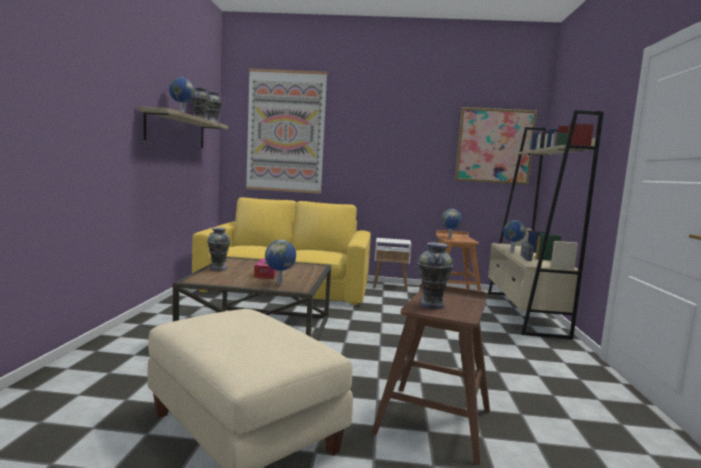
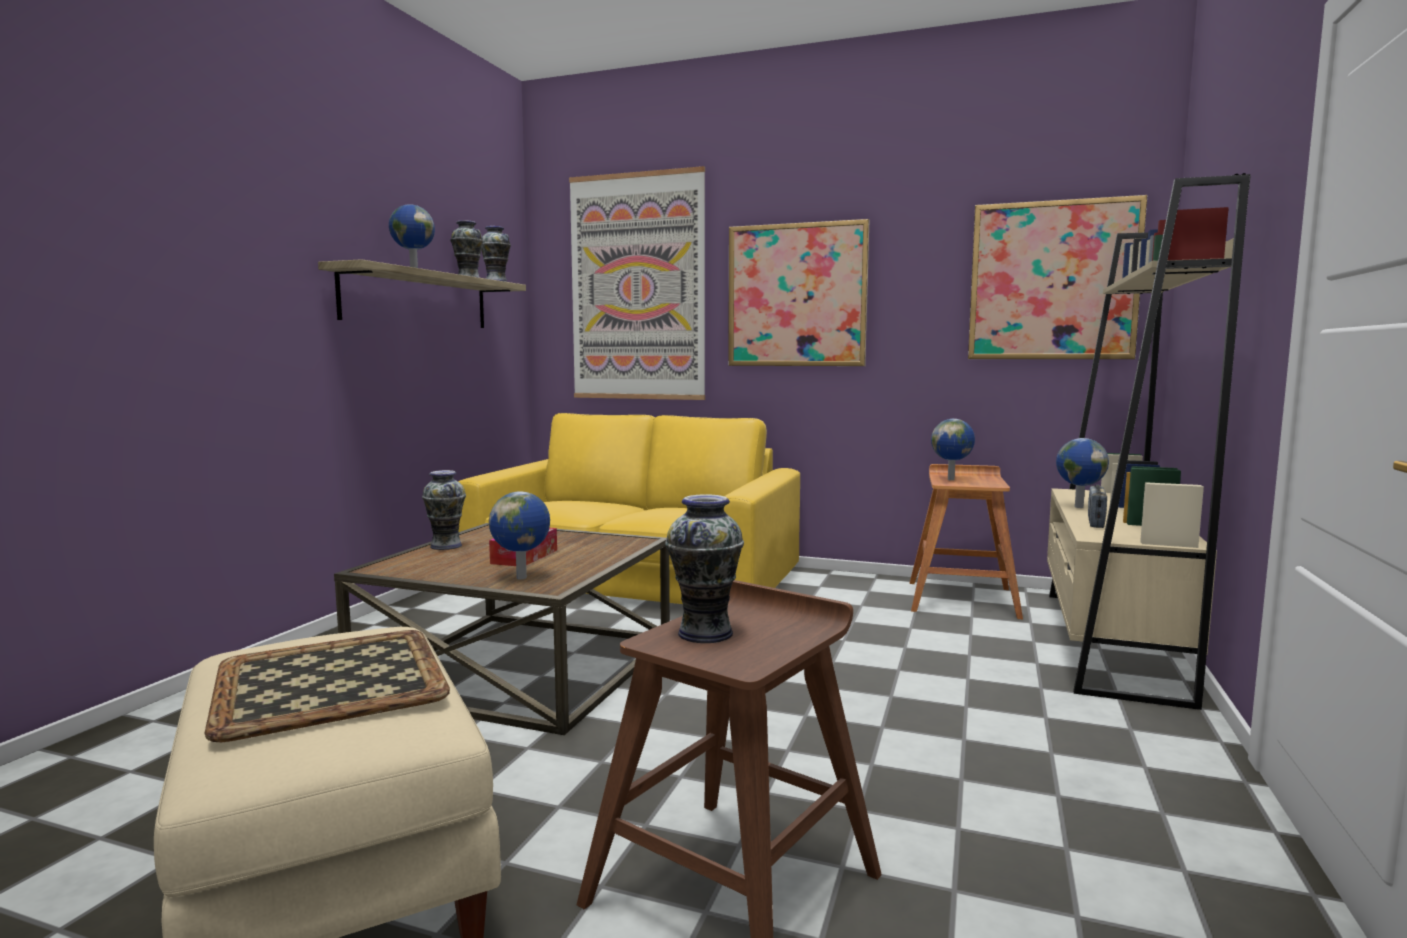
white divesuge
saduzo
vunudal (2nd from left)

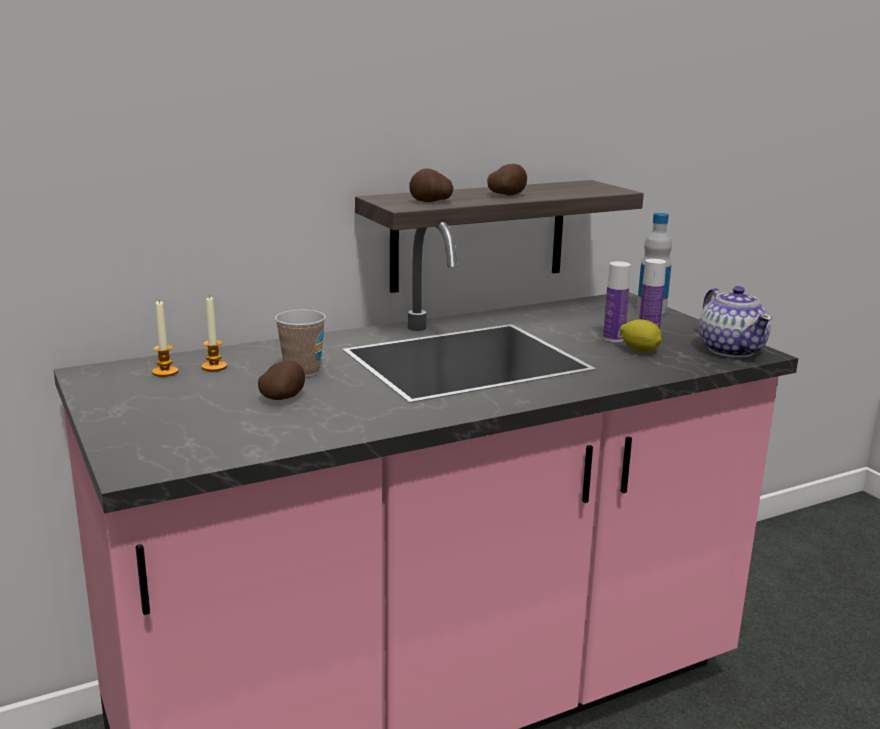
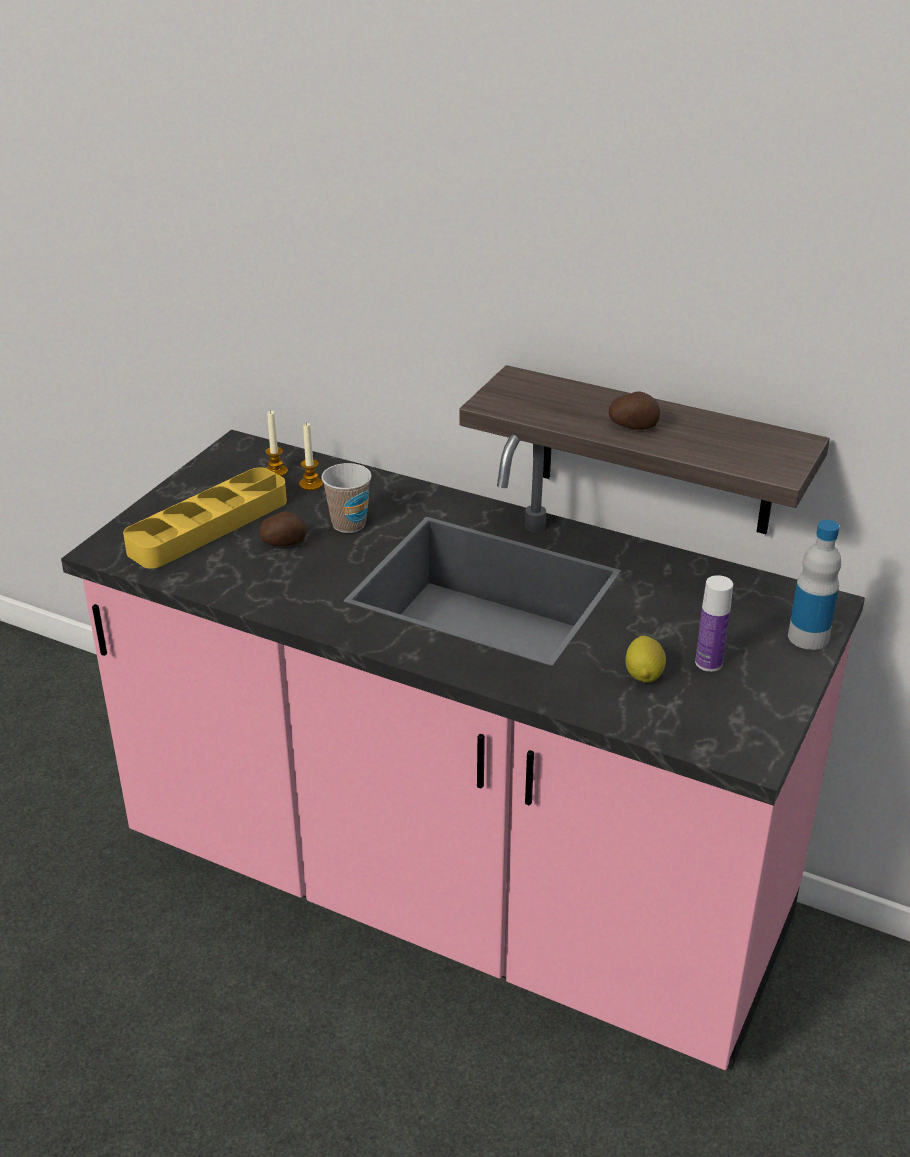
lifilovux (2nd from left in the first image)
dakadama (1st from left in the first image)
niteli
yellow saduzo

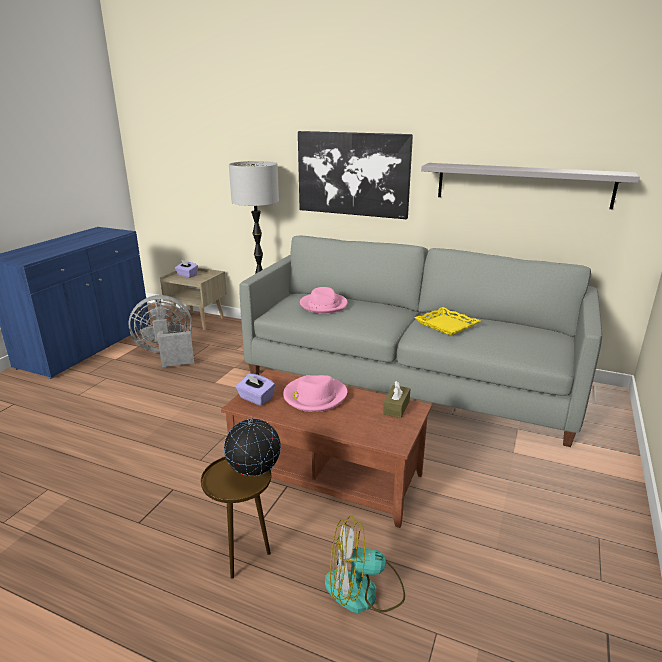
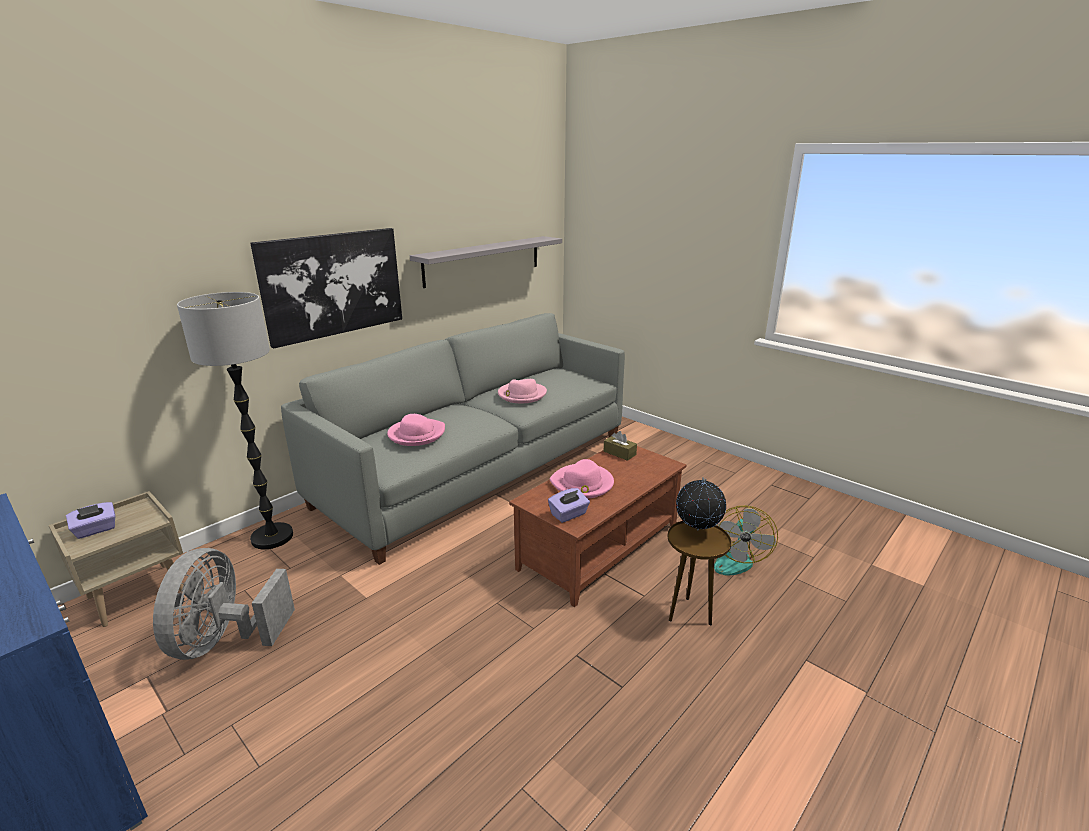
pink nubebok (2nd from left)

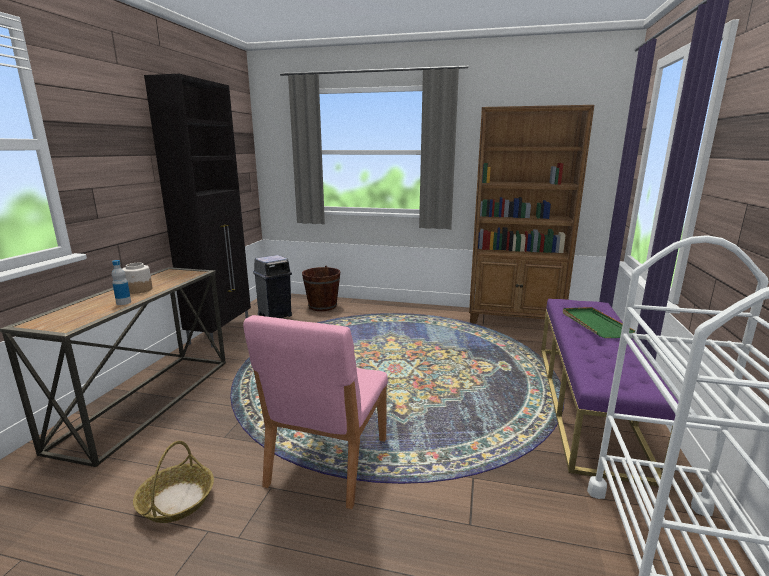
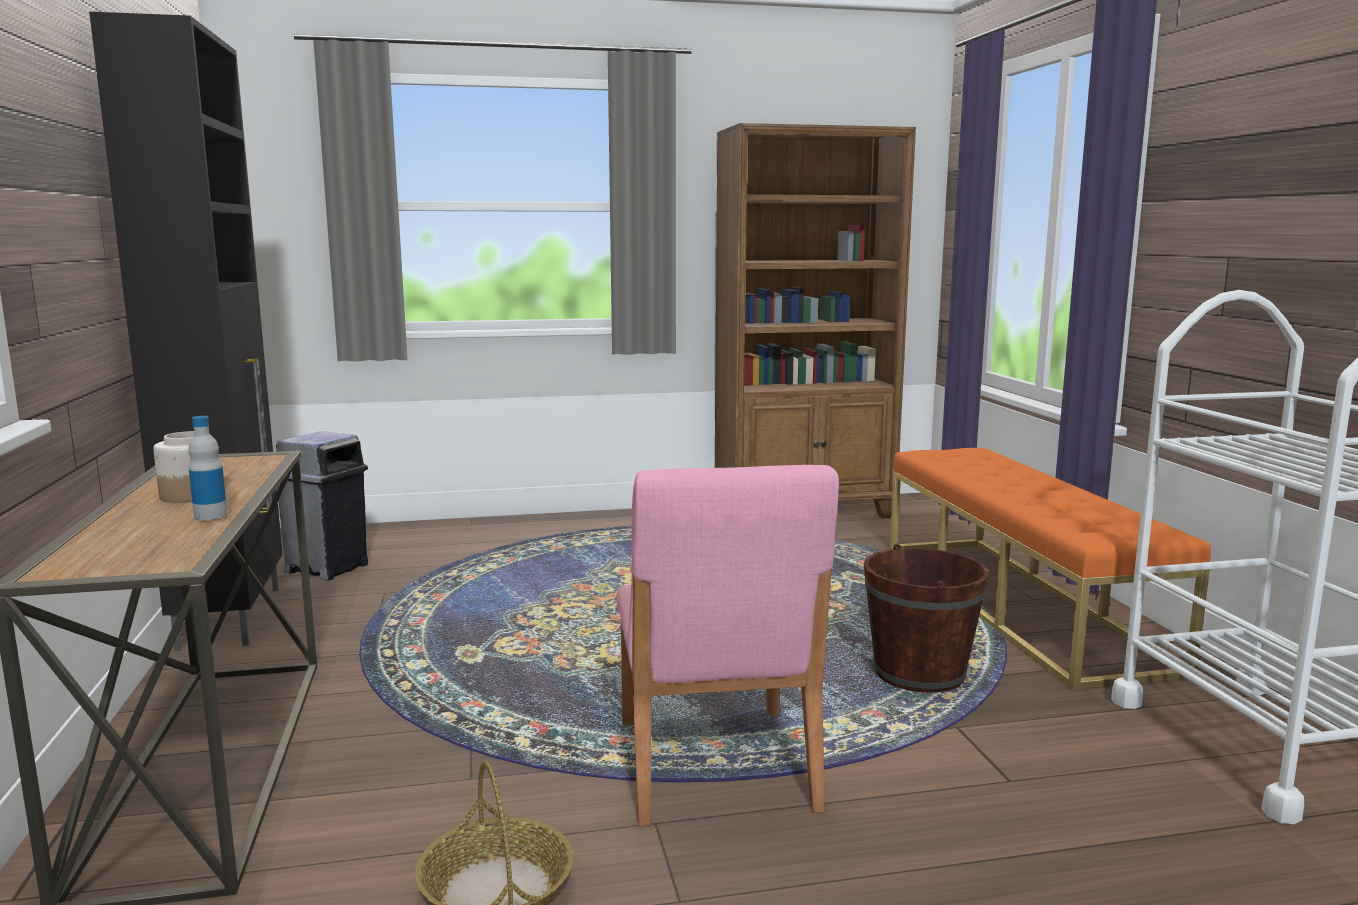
green saduzo
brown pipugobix
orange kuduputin

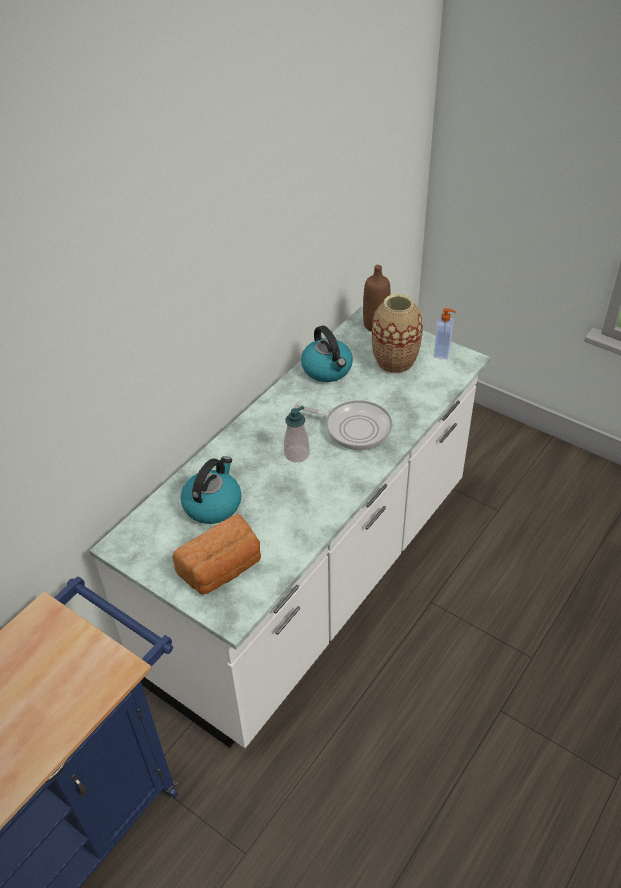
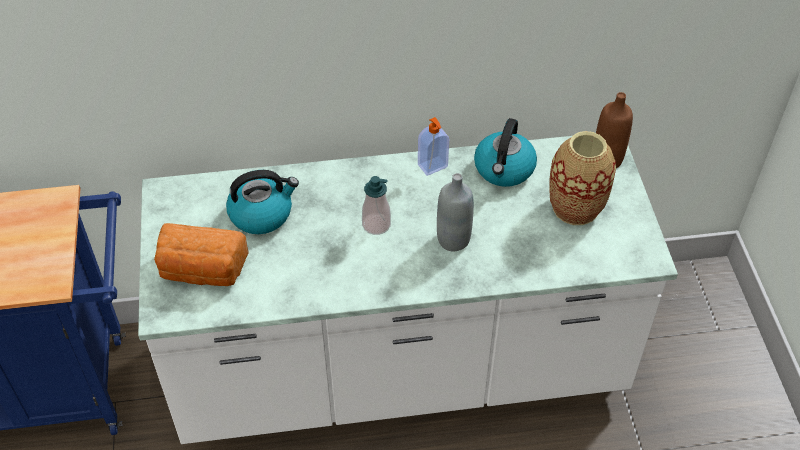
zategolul (2nd from left)
grey dakadama

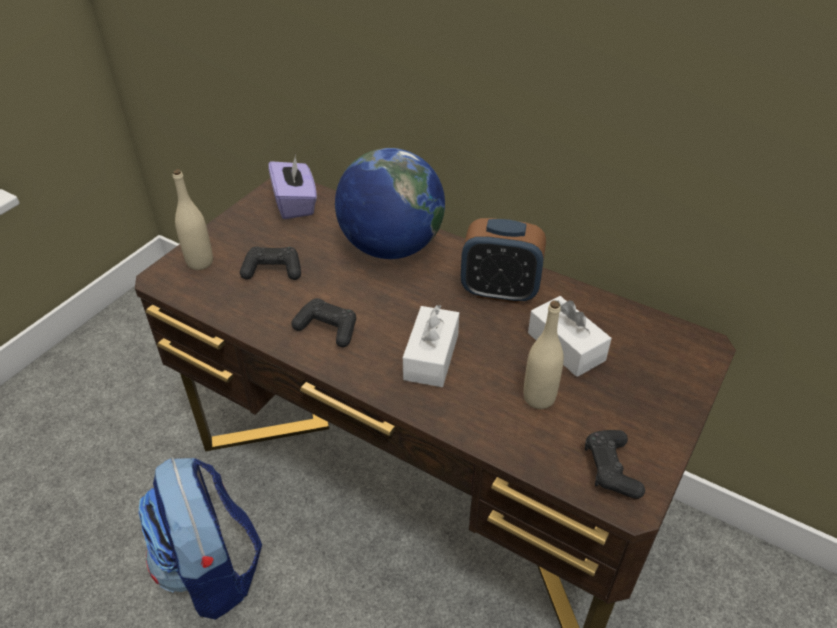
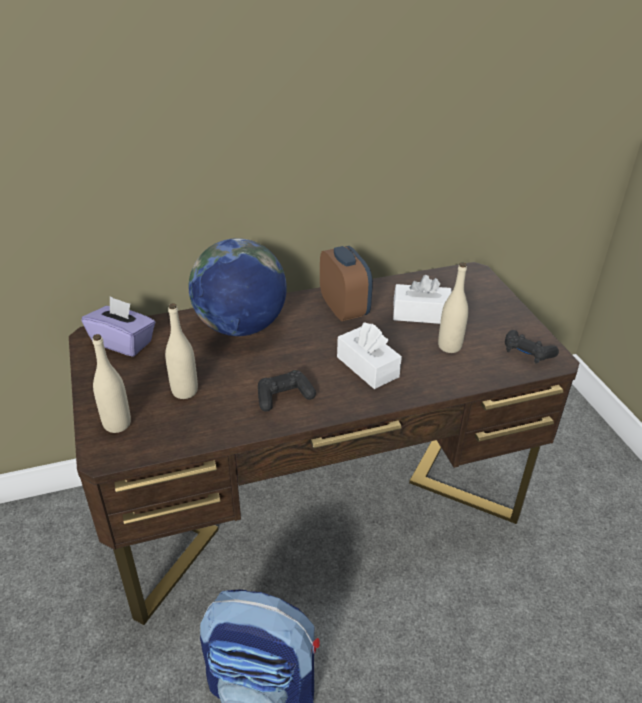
beige dakadama (2nd from left)
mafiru

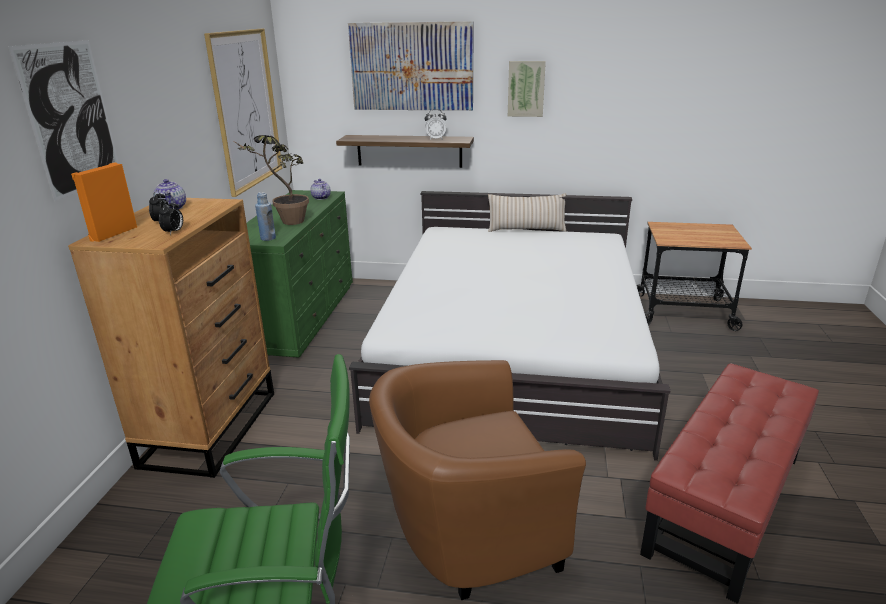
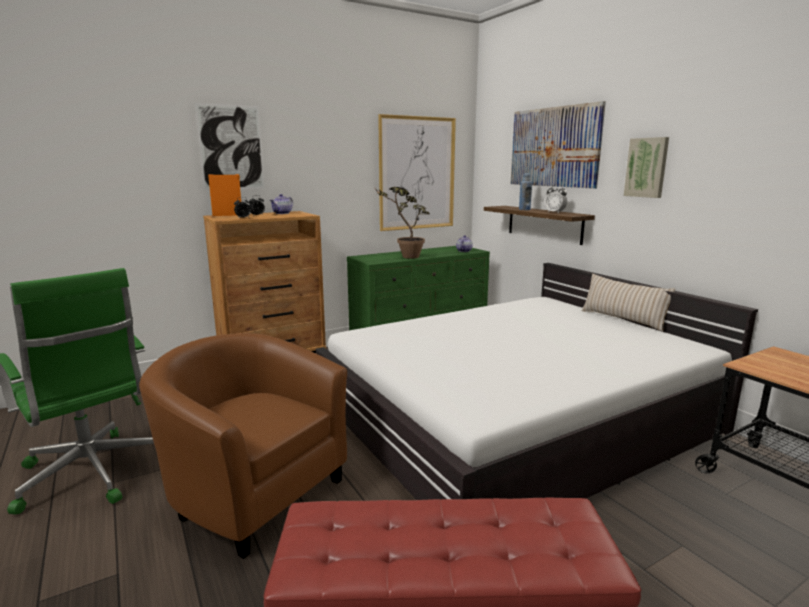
blue dakadama

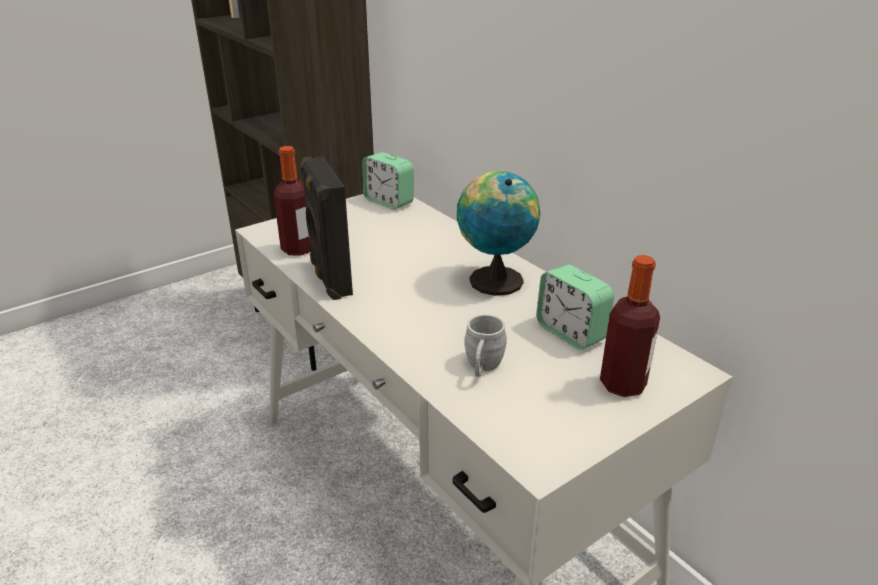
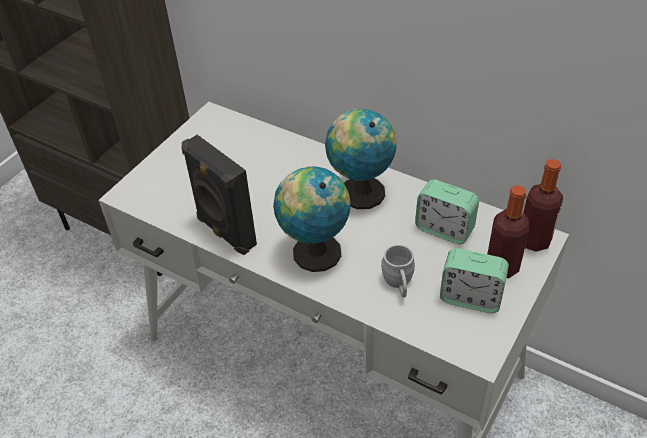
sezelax (1st from left)
dakadama (2nd from left)
mafiru (2nd from left)

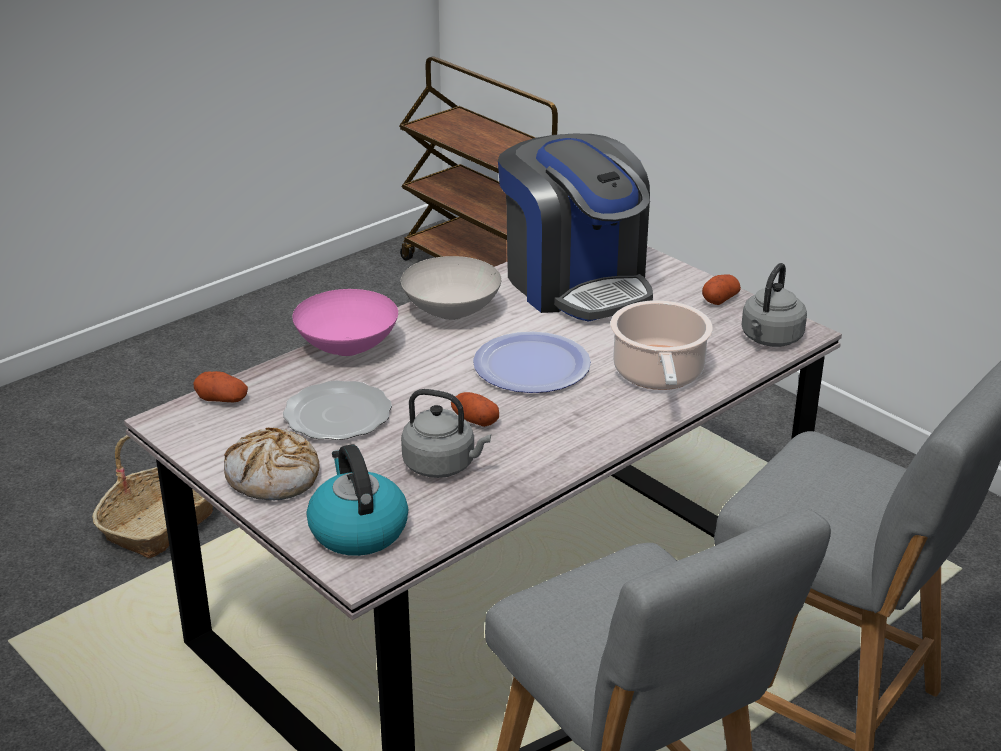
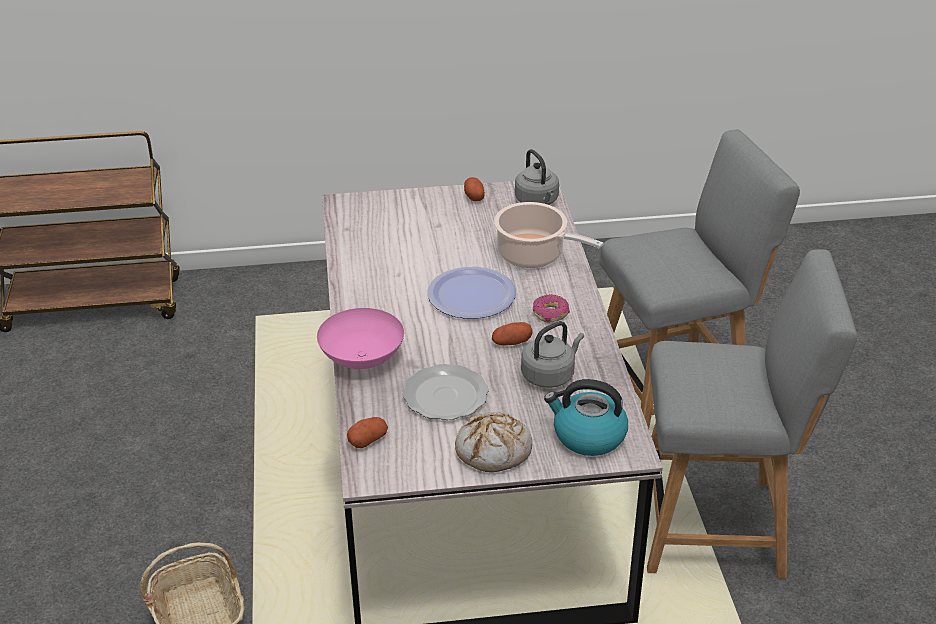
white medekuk
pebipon
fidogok

